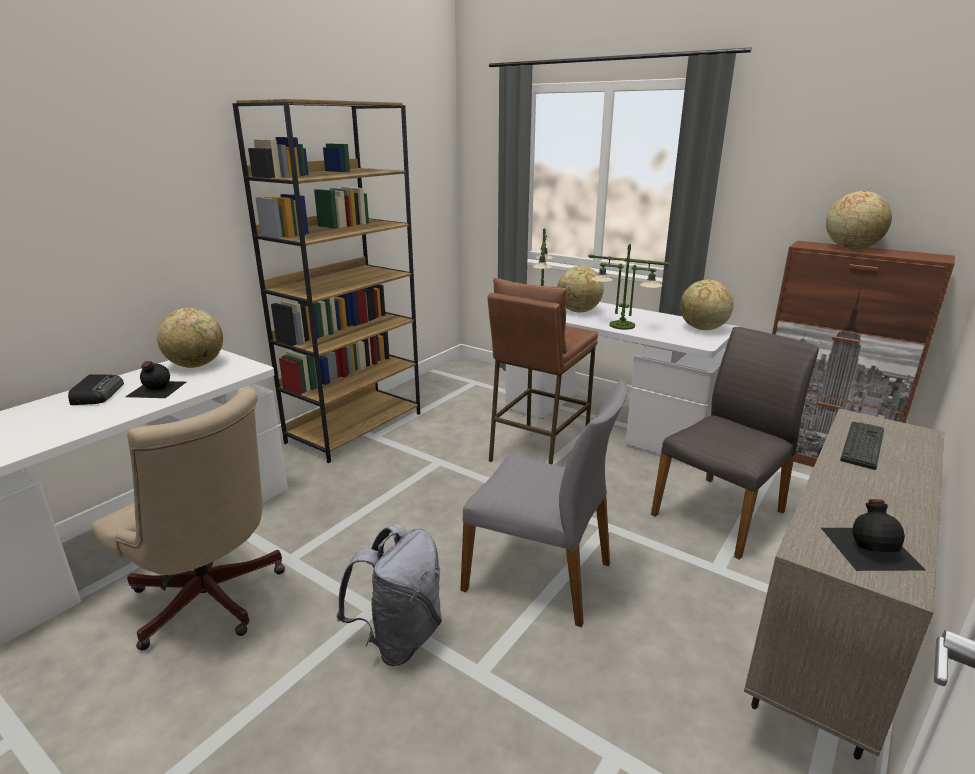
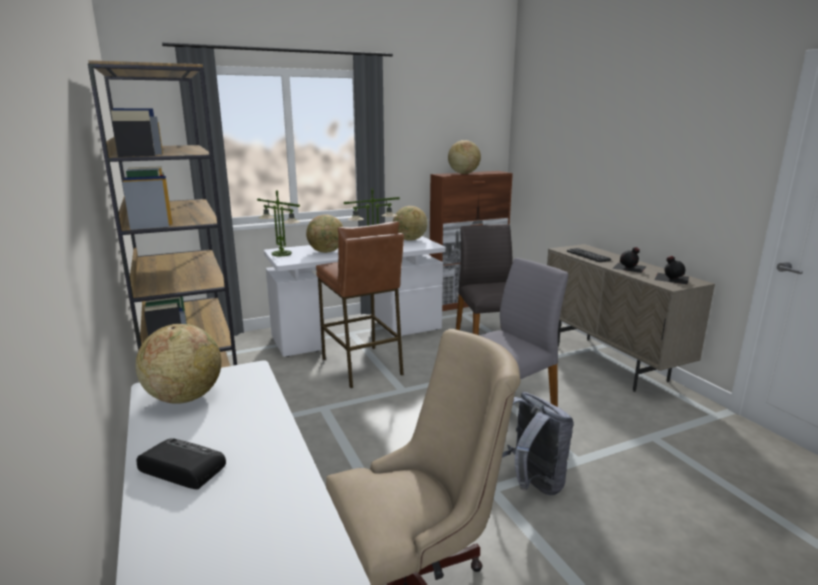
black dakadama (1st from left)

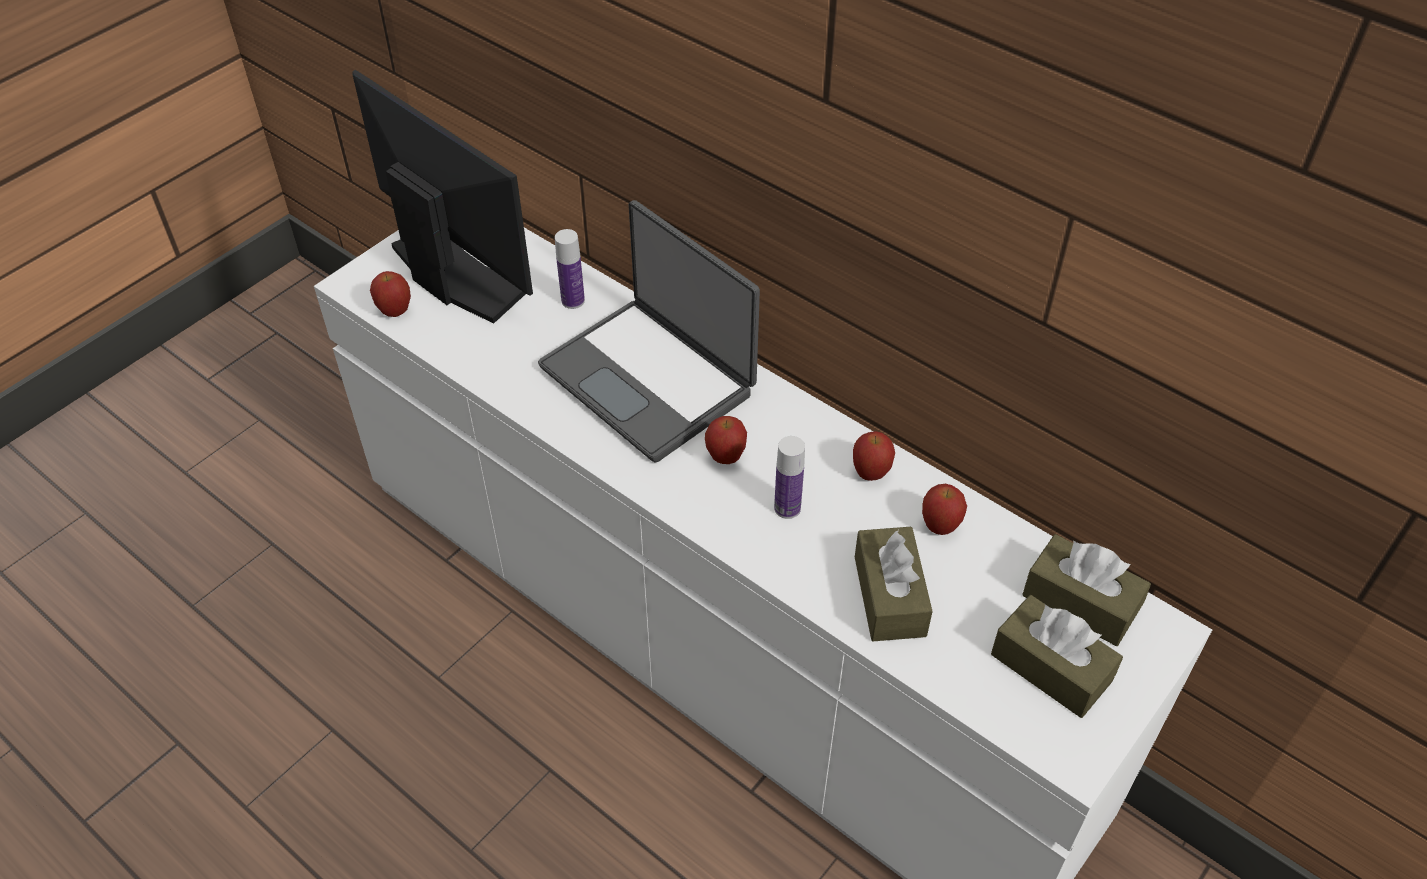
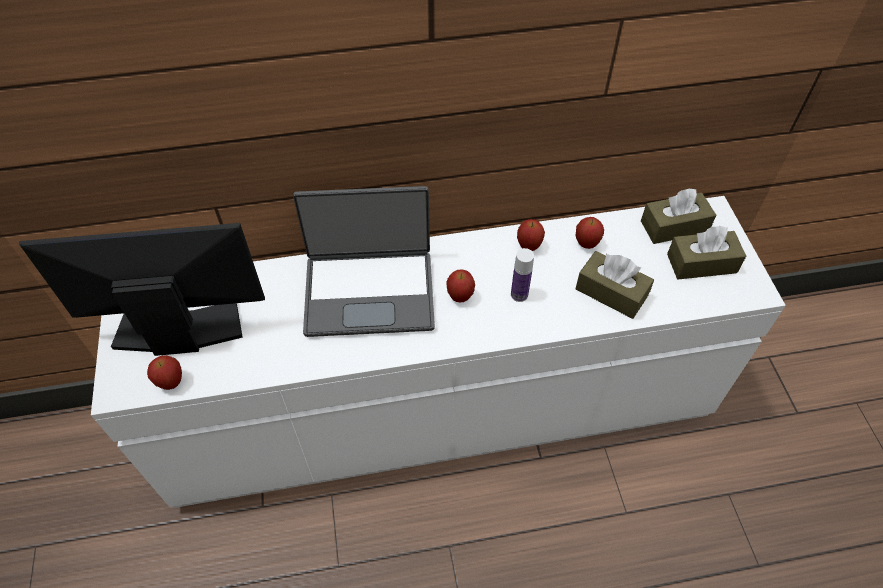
dakadama (1st from left in the first image)

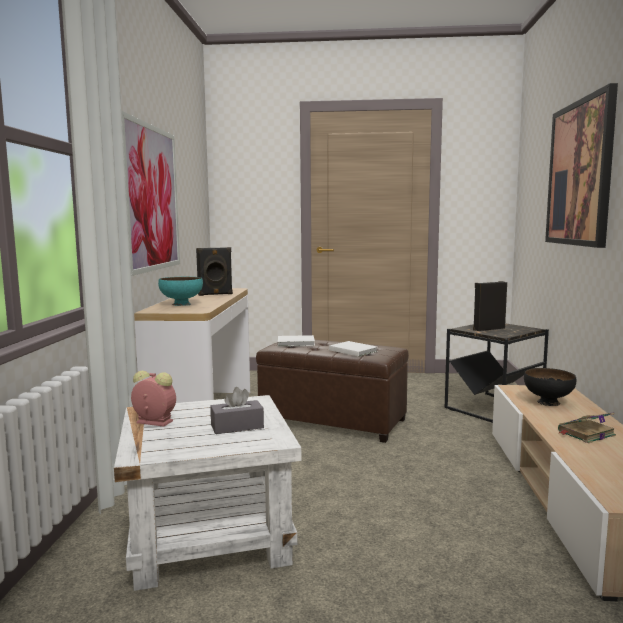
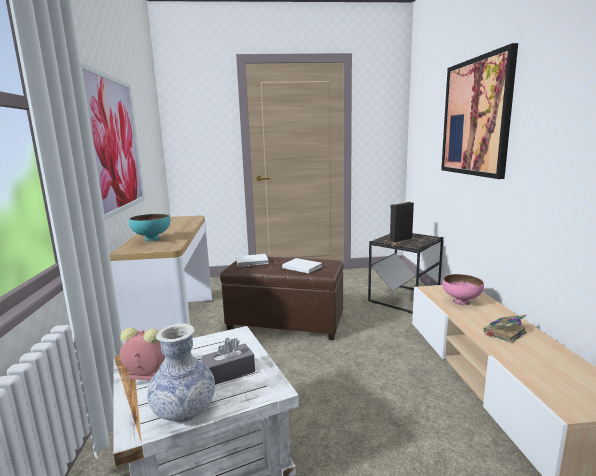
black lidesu (1st from left in the first image)
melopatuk
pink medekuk

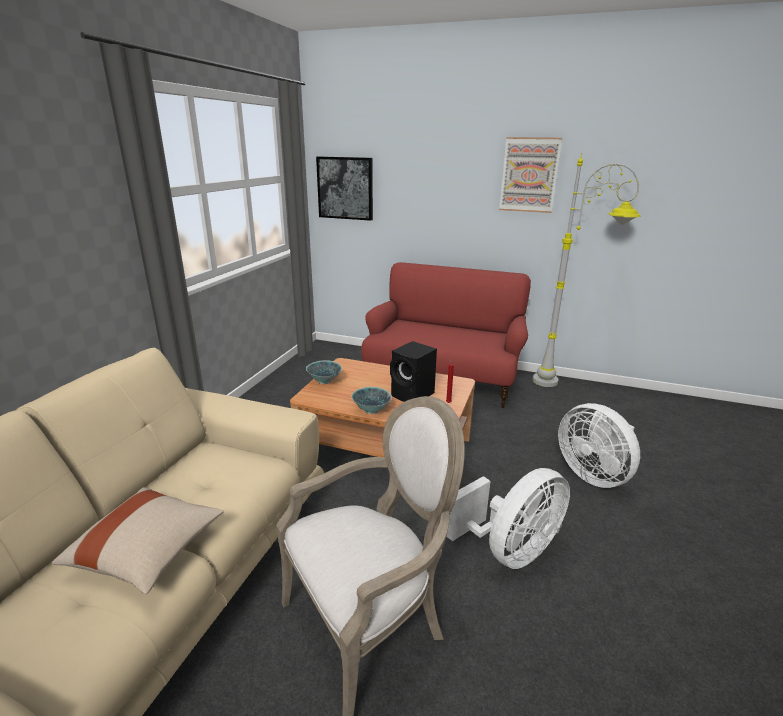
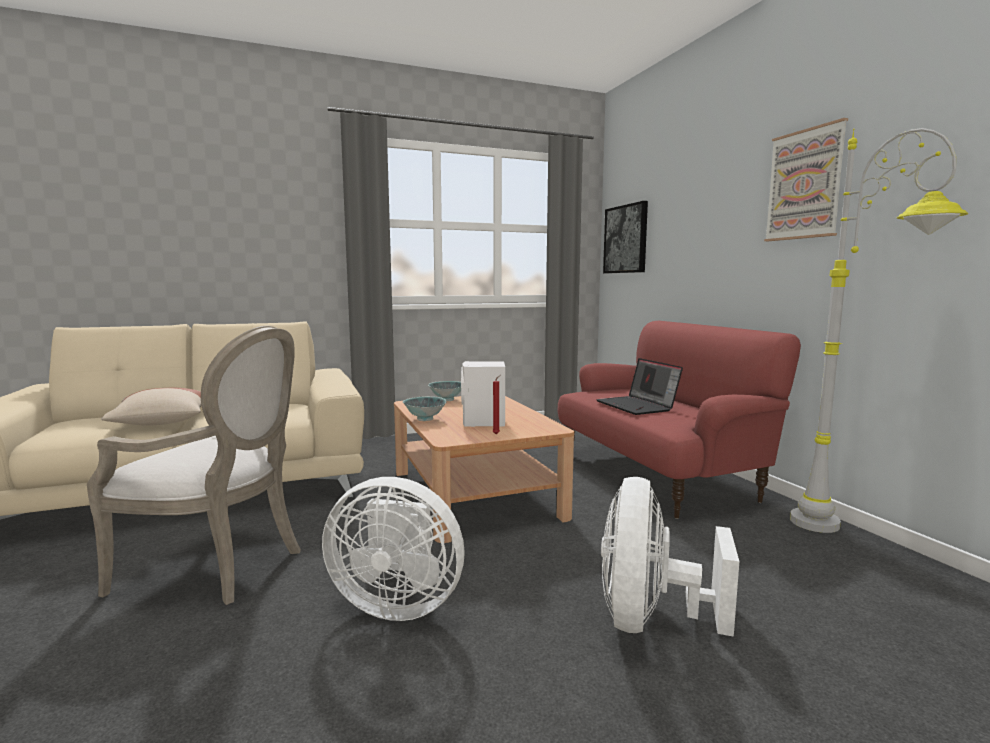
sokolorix
white lidesu

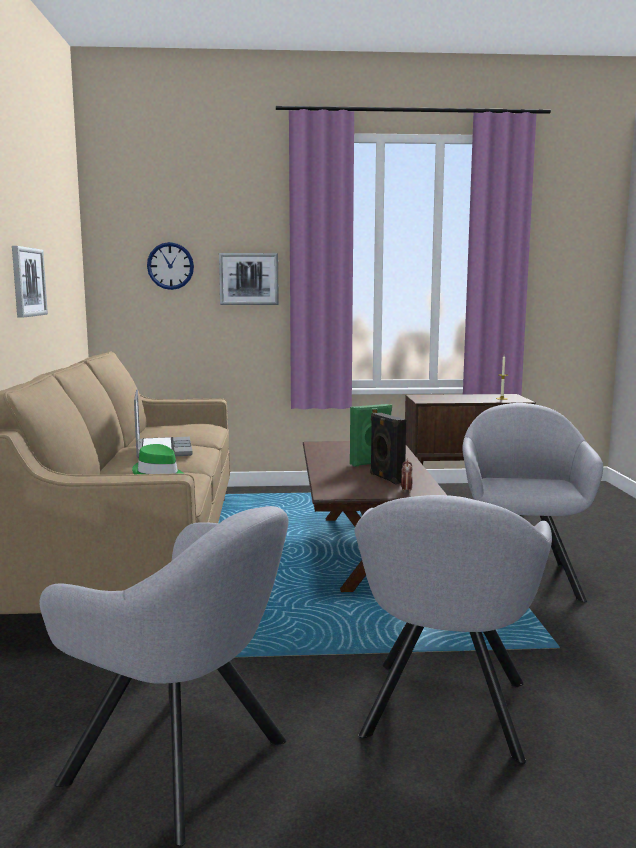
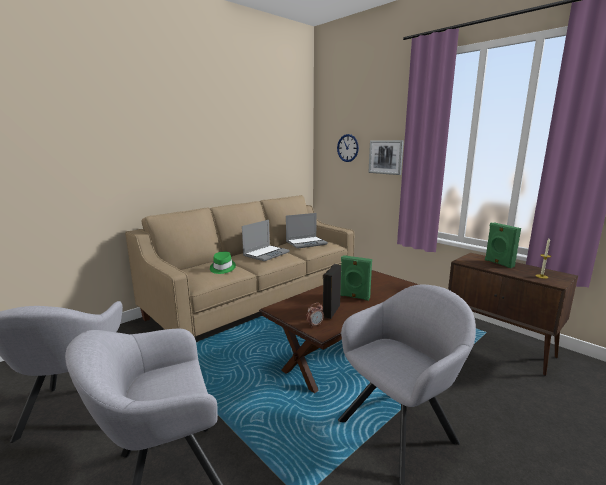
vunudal (1st from left in the first image)
sokolorix (2nd from left)
green lidesu (2nd from left)

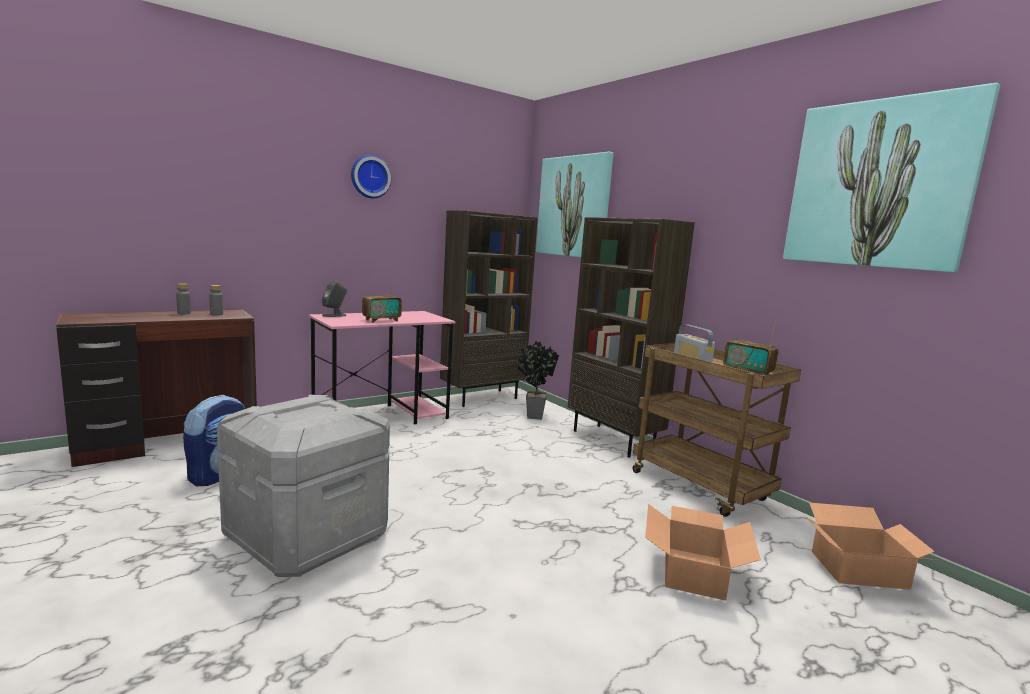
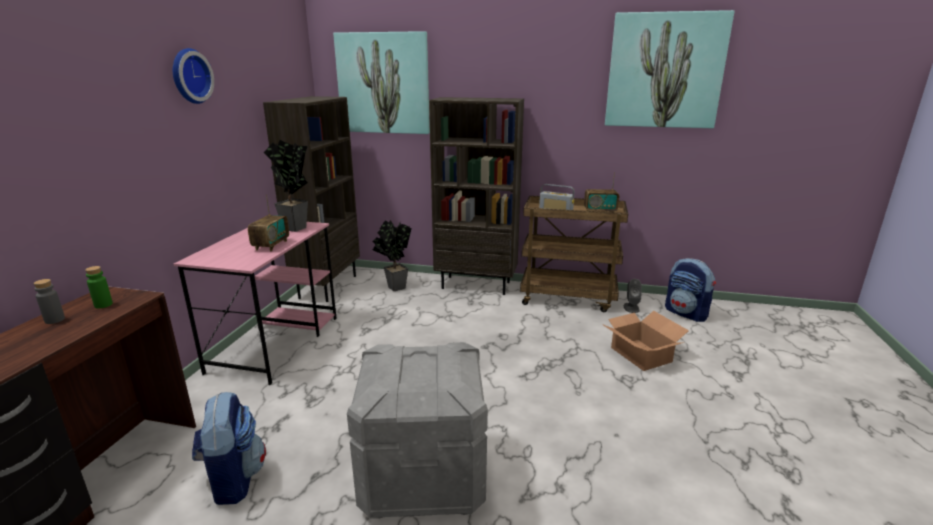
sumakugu (1st from left)
grey lidesu
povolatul (2nd from left)
green dakadama

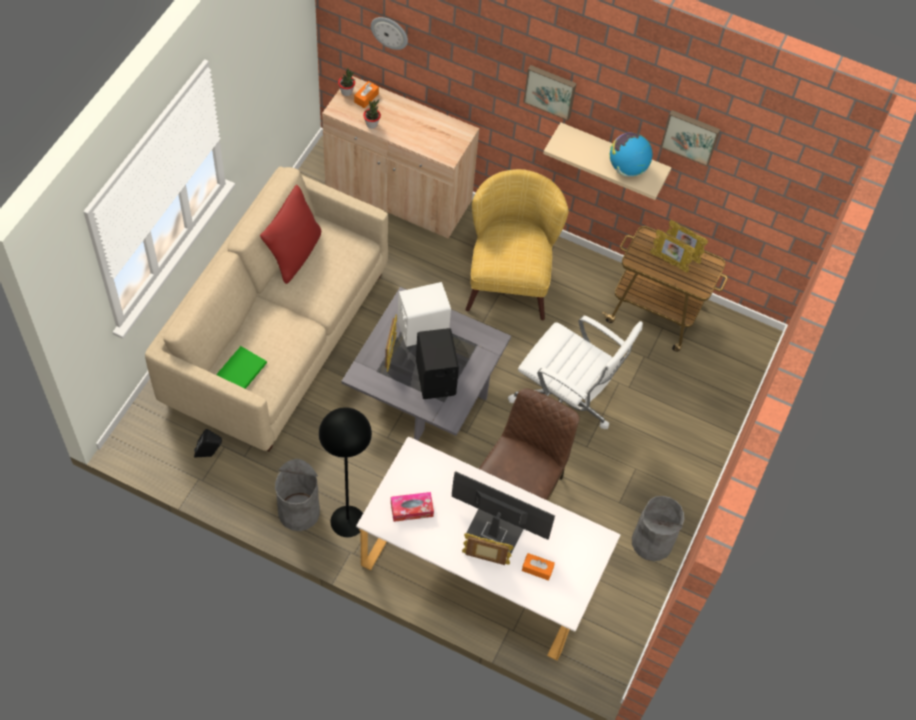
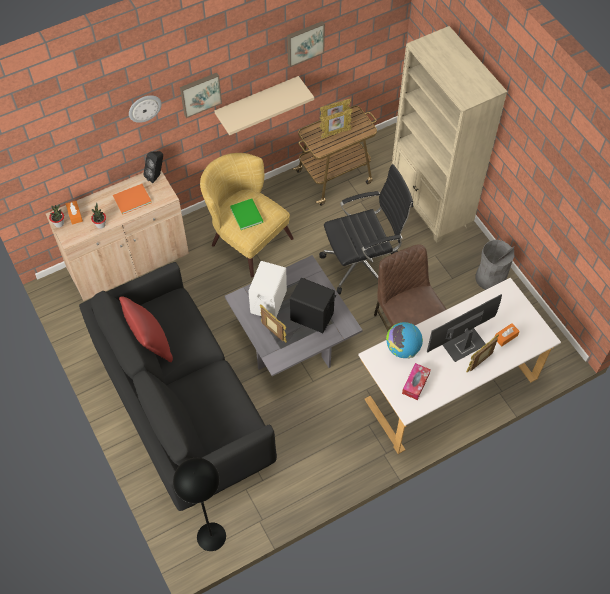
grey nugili (1st from left in the first image)
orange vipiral
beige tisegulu
black lidesu (1st from left)
green vipiral
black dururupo
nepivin
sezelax
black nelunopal
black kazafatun

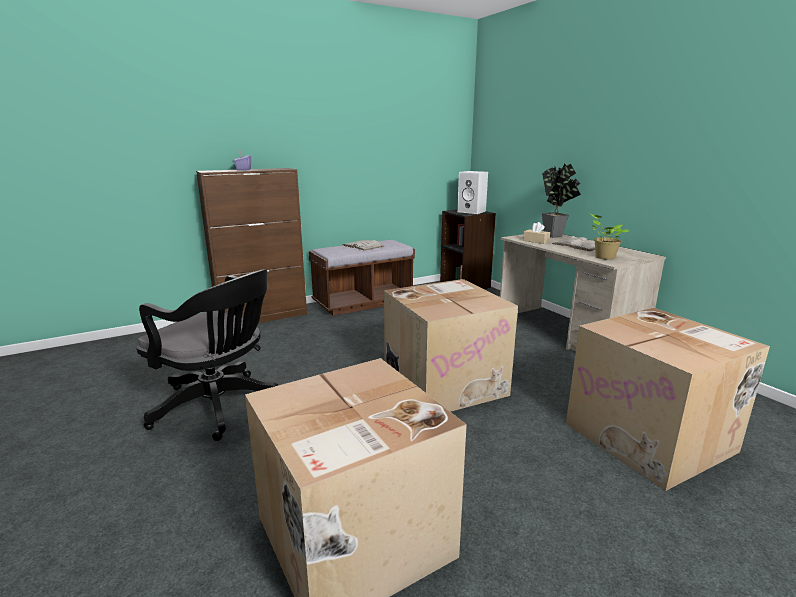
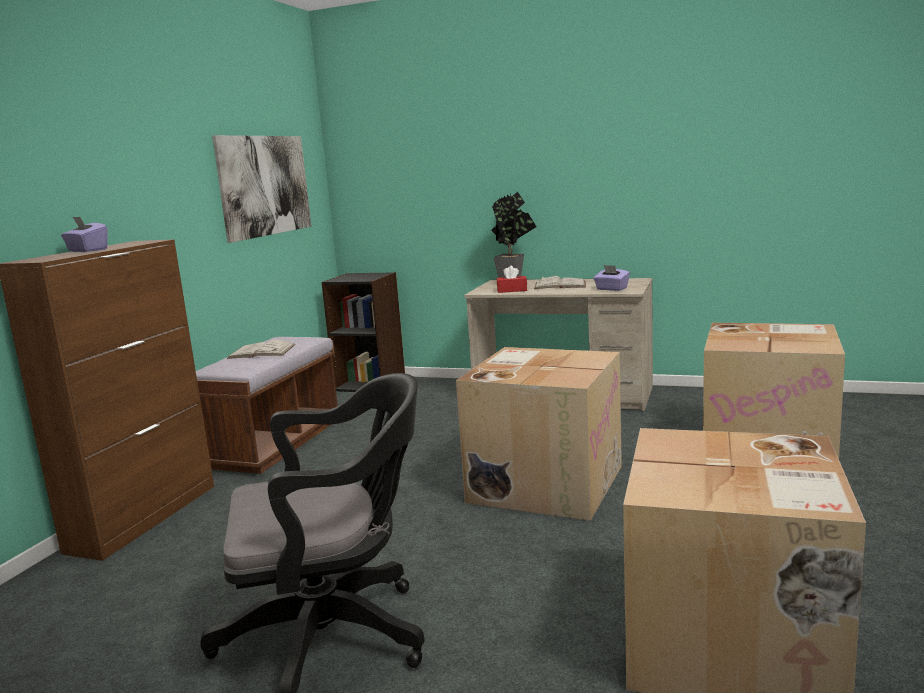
white lidesu
vunudal
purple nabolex (2nd from left)
red nabolex

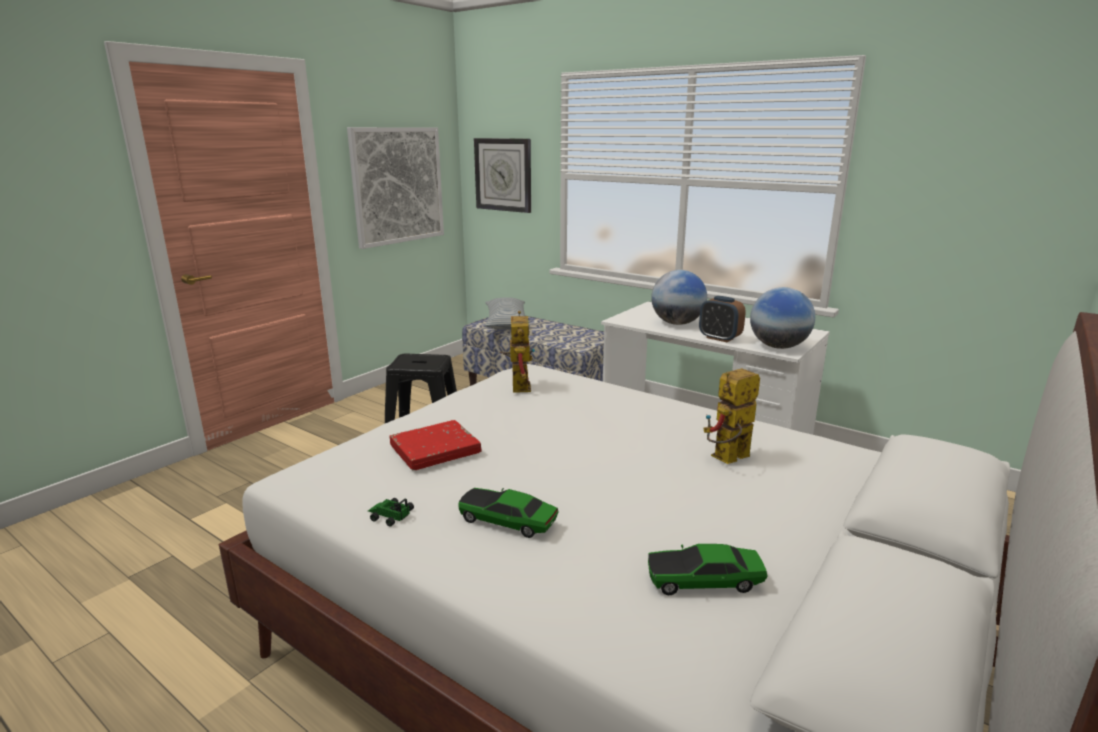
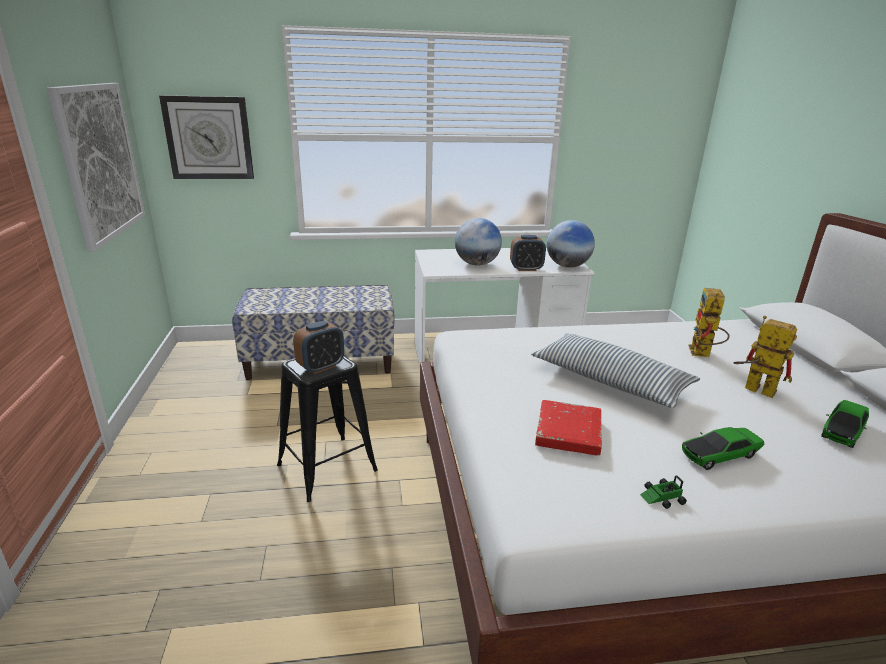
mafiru (1st from left)
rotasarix
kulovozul (2nd from left)

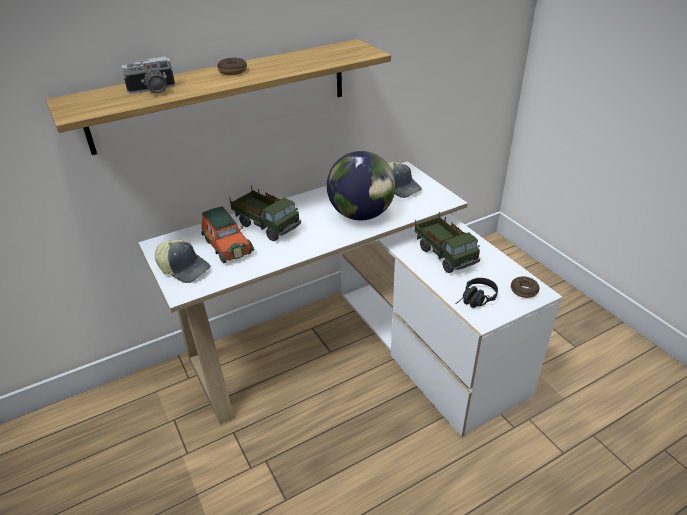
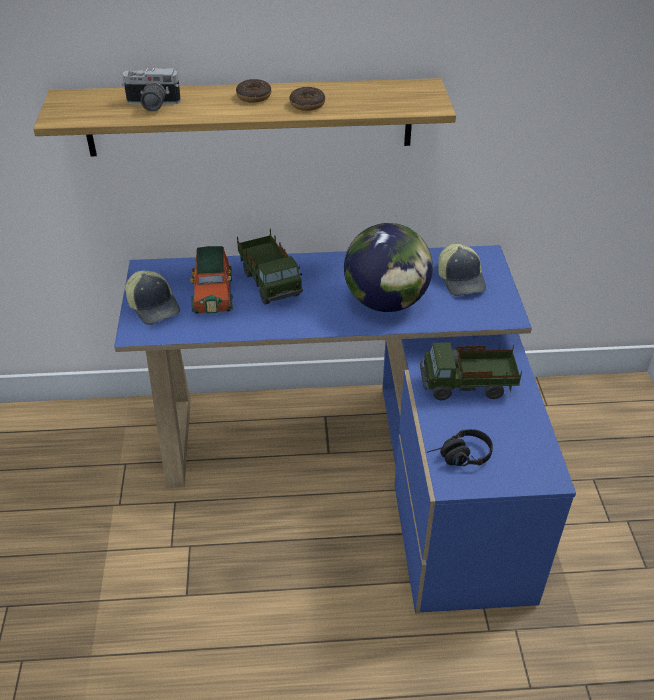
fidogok (2nd from left)
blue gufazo
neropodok (2nd from left)

